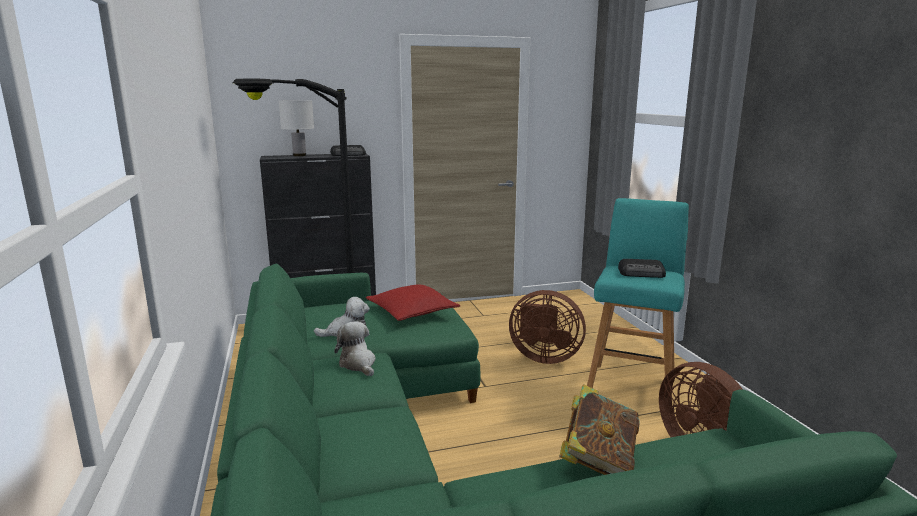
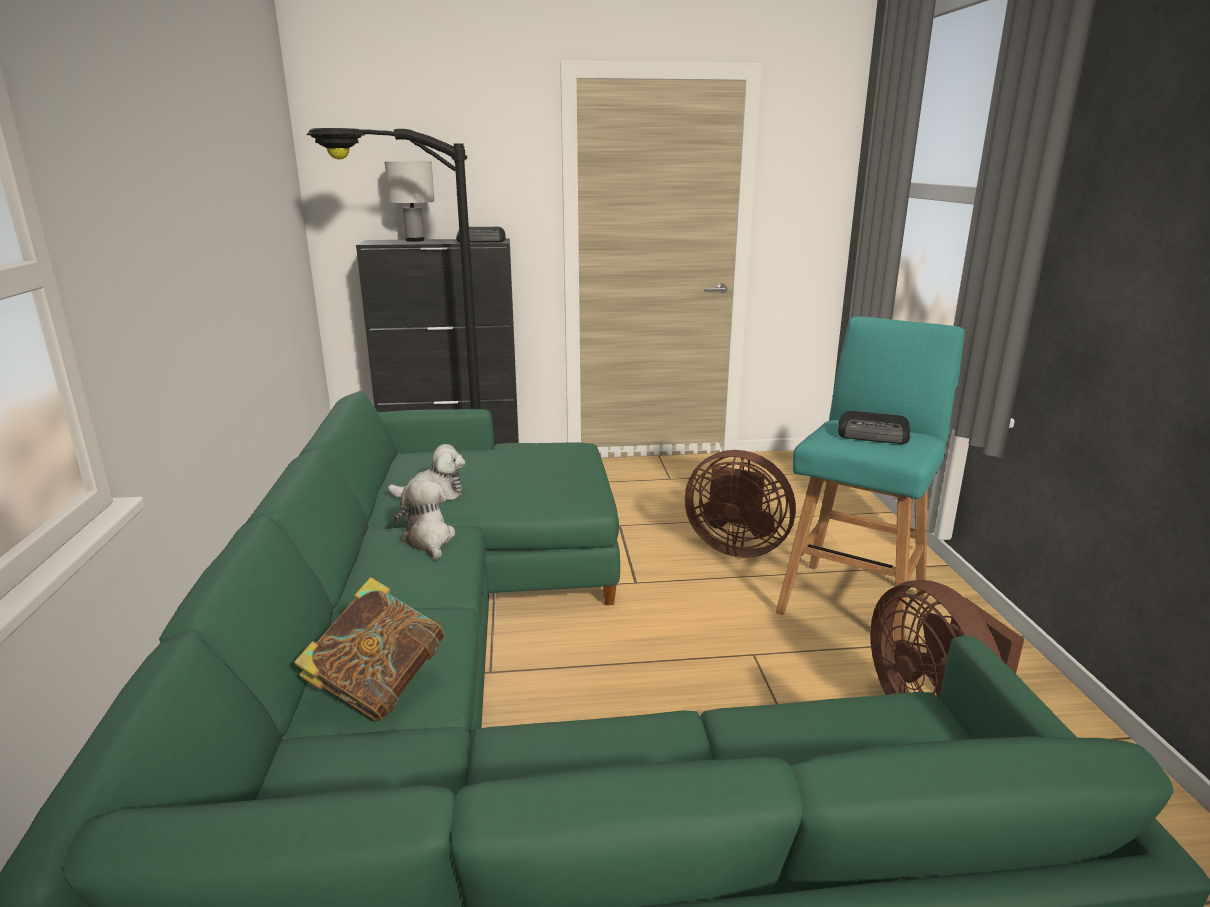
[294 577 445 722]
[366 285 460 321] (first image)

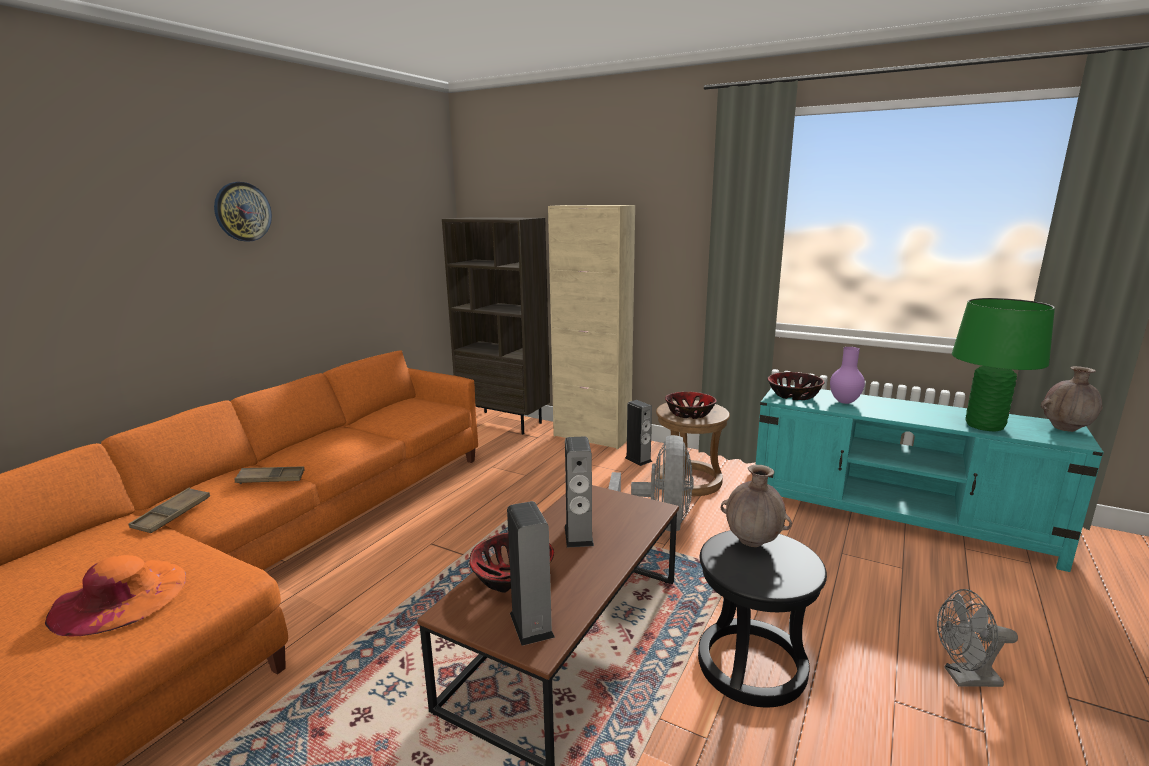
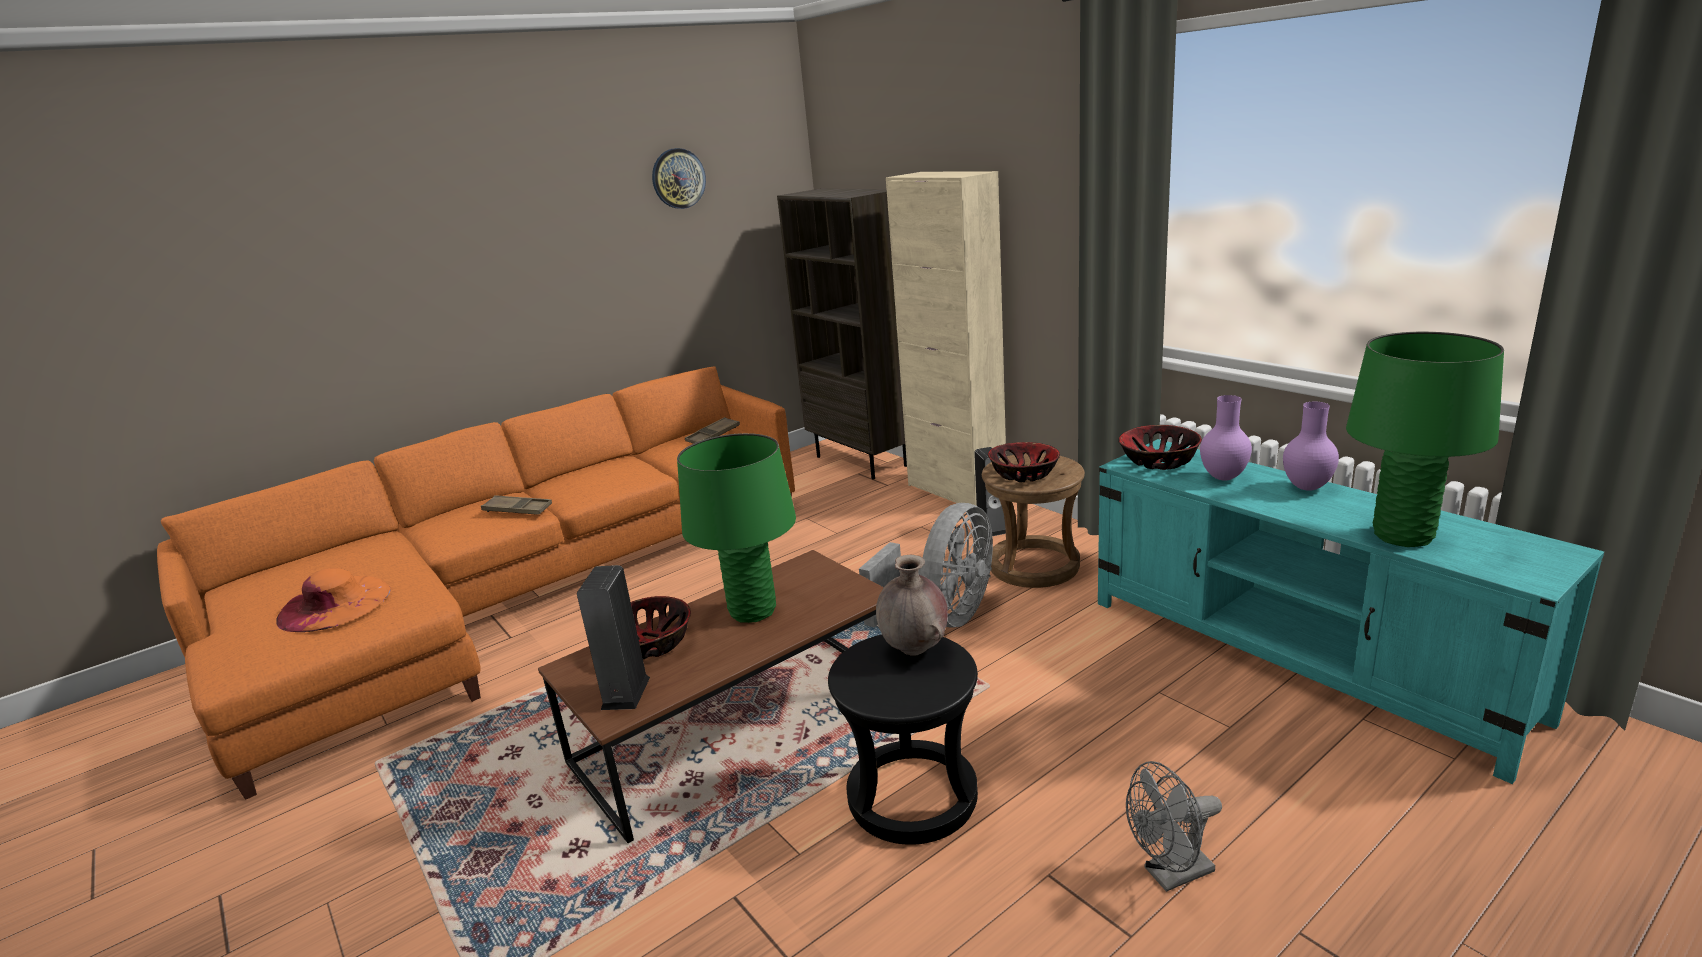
[652 148 706 209]
[677 433 796 623]
[685 417 740 444]
[1126 761 1222 892]
[1283 402 1339 491]
[1041 366 1102 432] (first image)

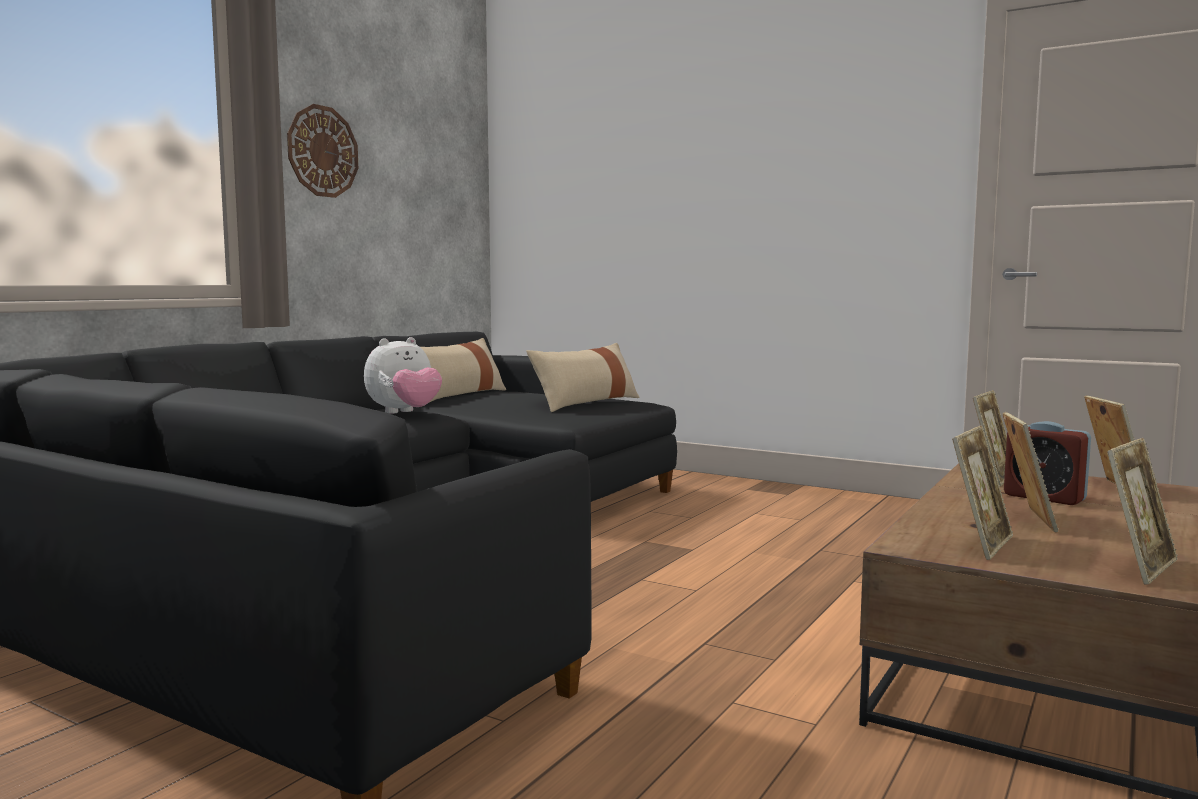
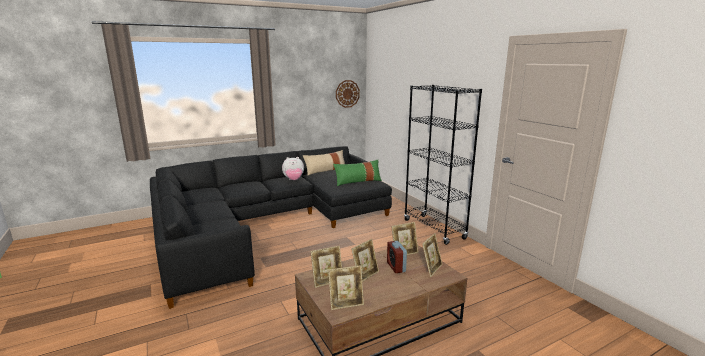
[333 160 382 186]
[336 80 360 108]
[404 85 482 245]

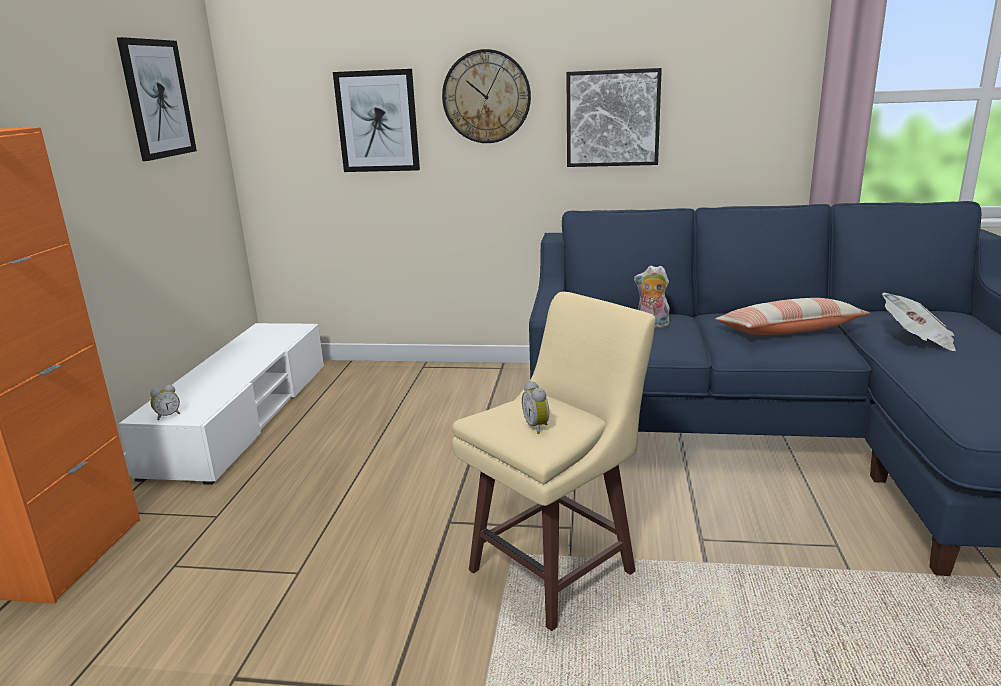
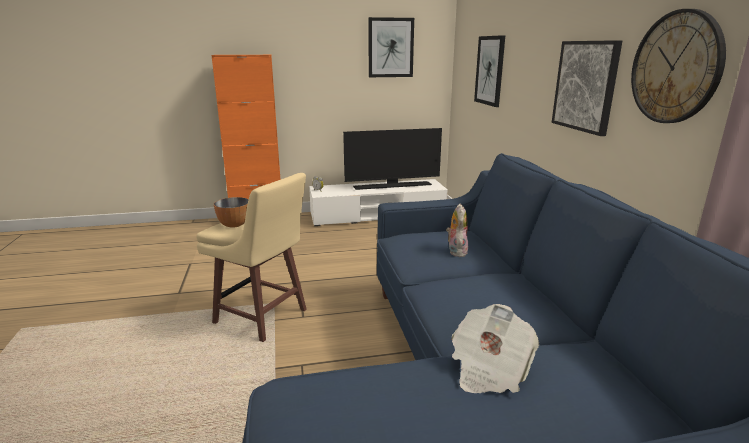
[214 197 249 228]
[343 128 442 190]
[631 9 726 123]
[715 298 870 335] (first image)

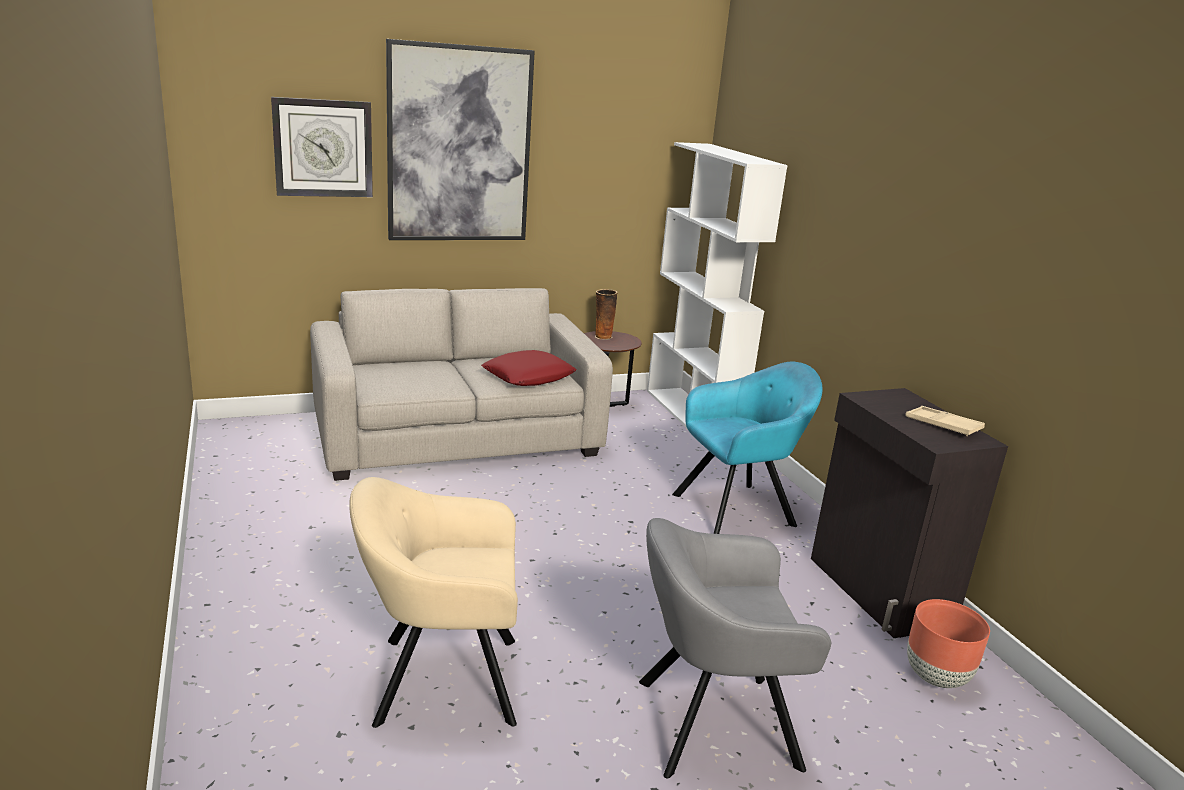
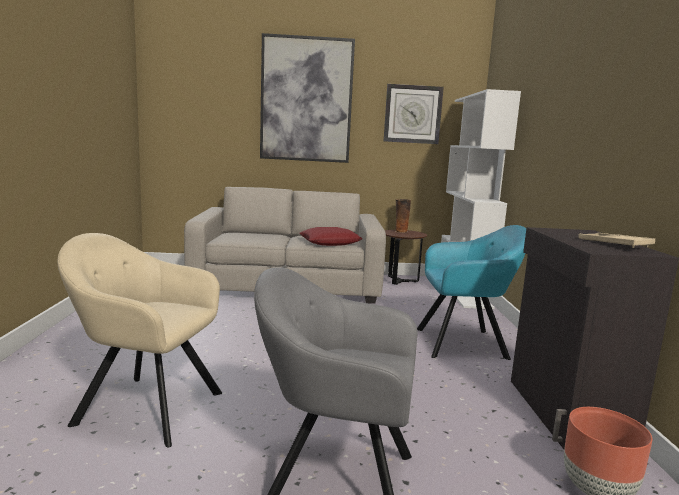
[384 84 444 144]

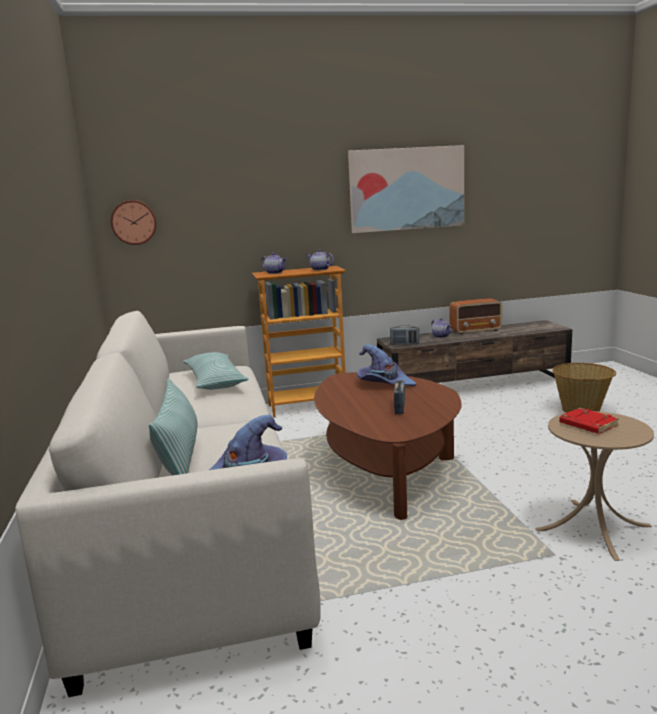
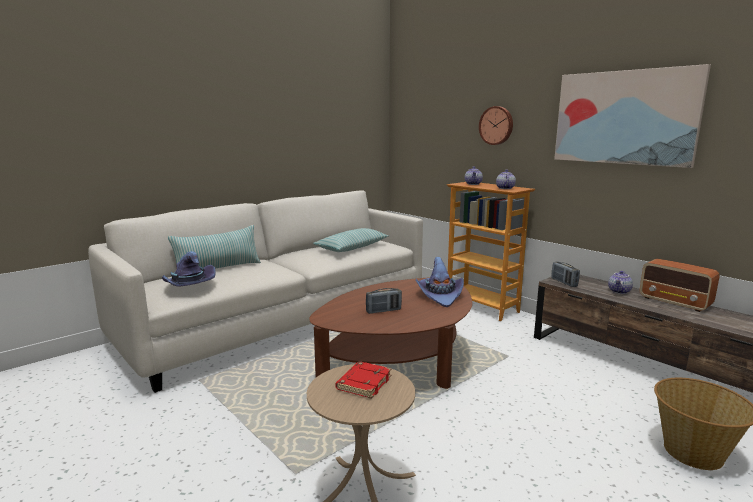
[479 106 513 145]

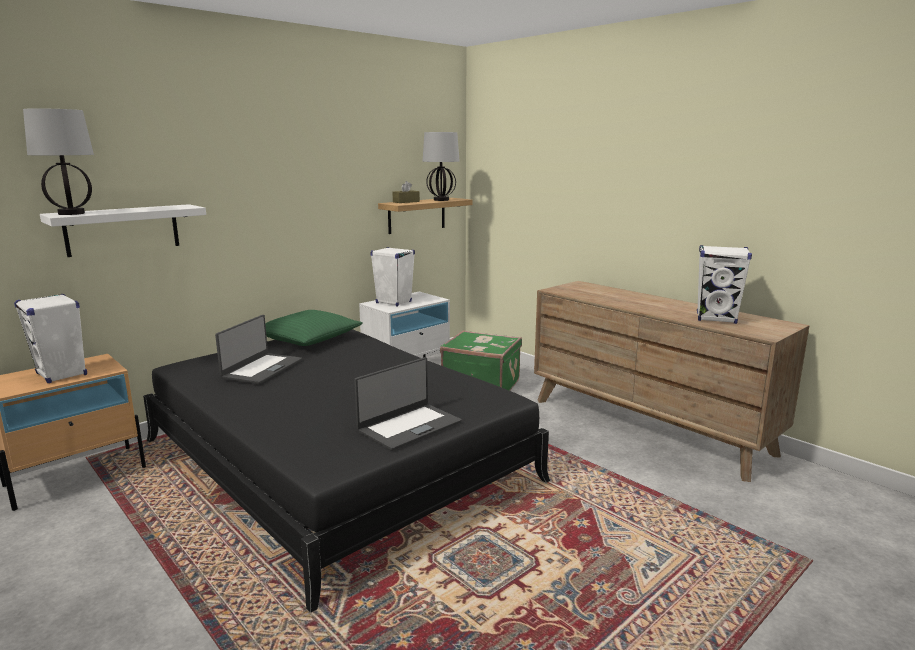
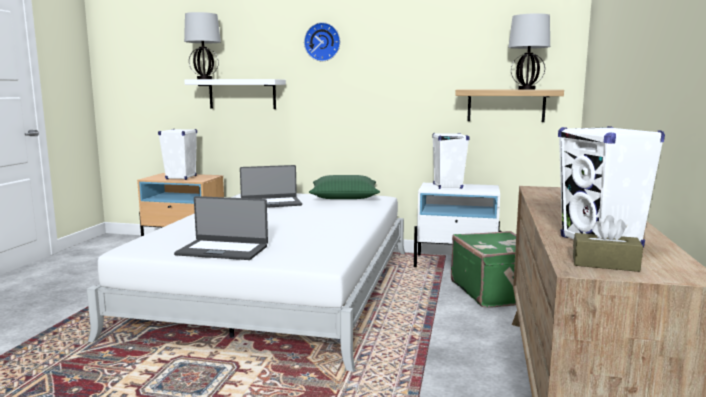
[87 193 405 371]
[304 22 340 61]
[573 215 643 272]

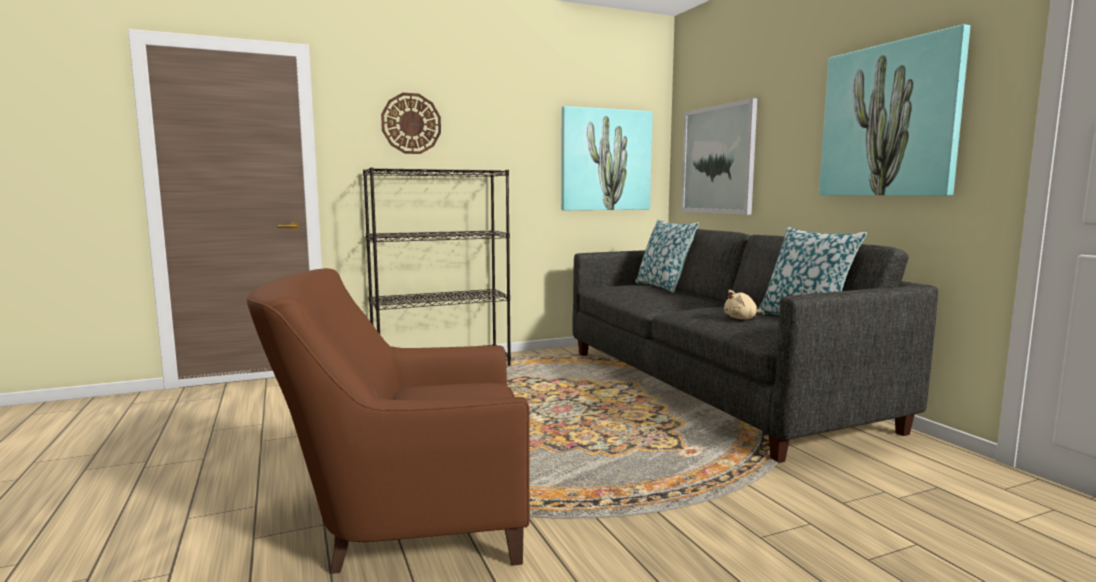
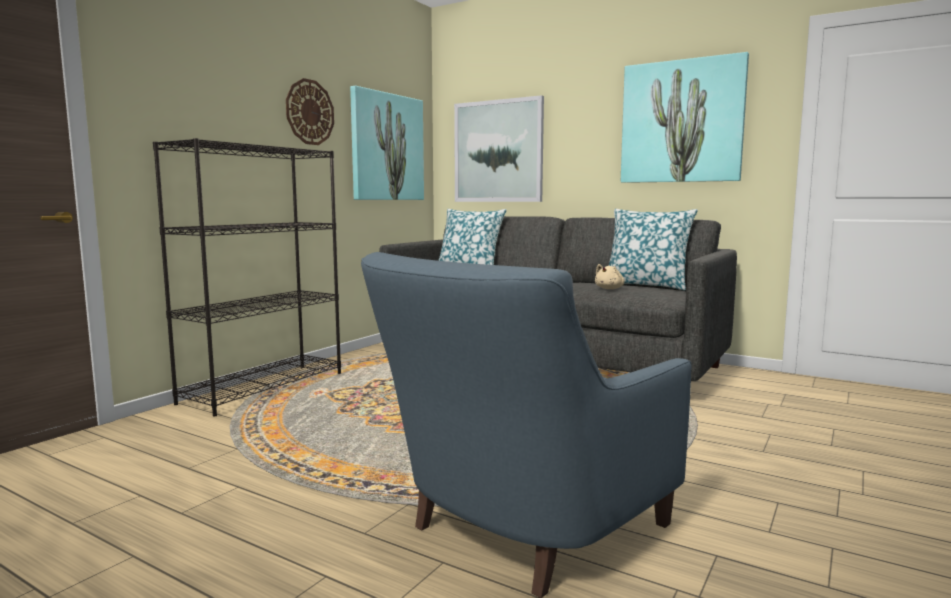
[286 78 334 145]
[361 252 692 598]

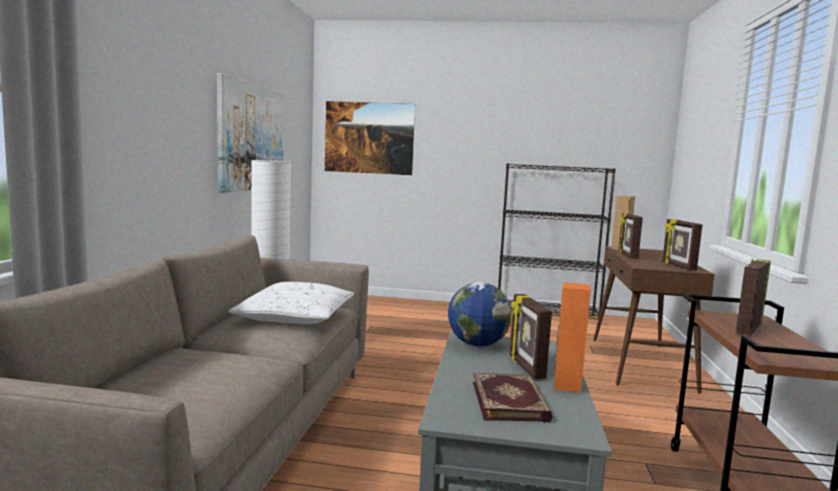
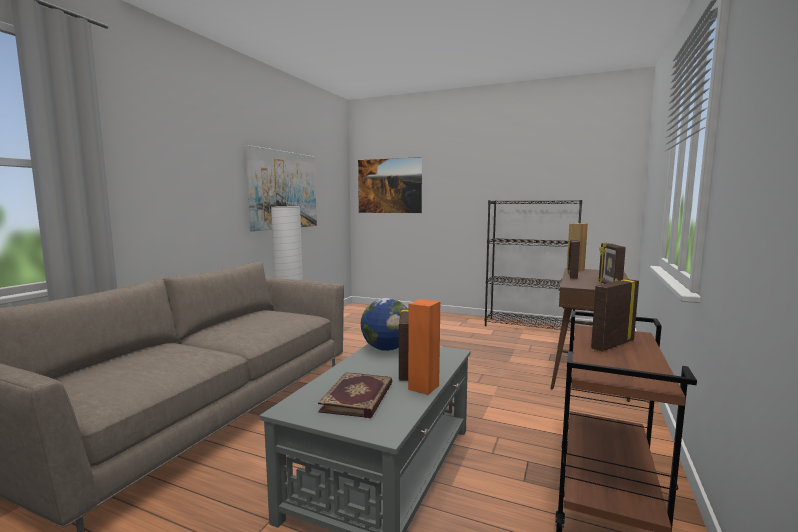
[229 282 354 324] (first image)

